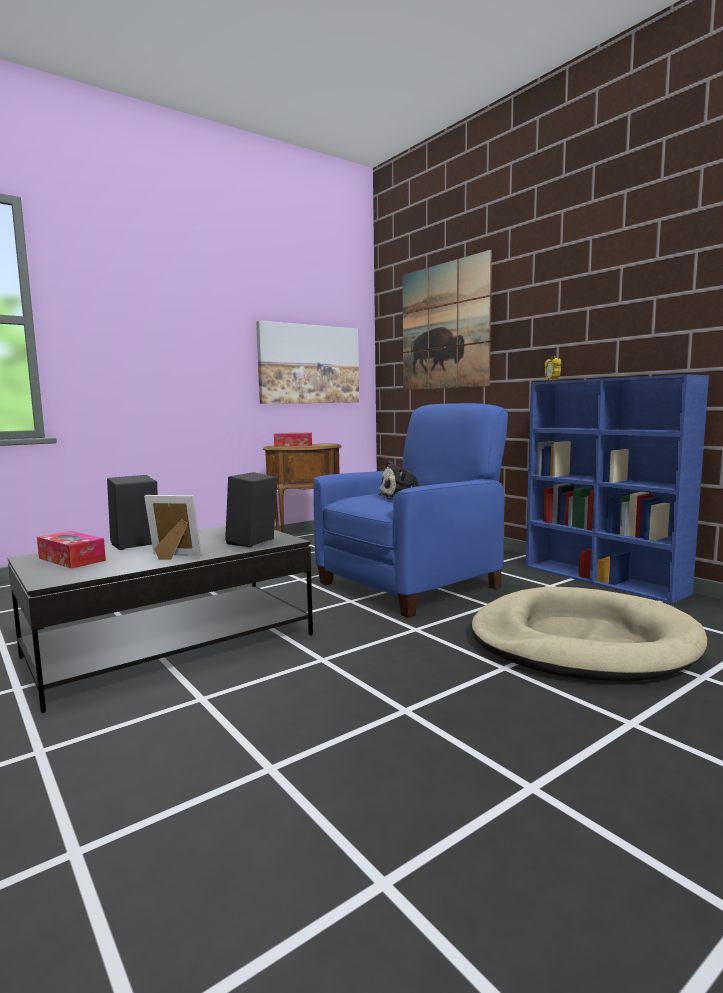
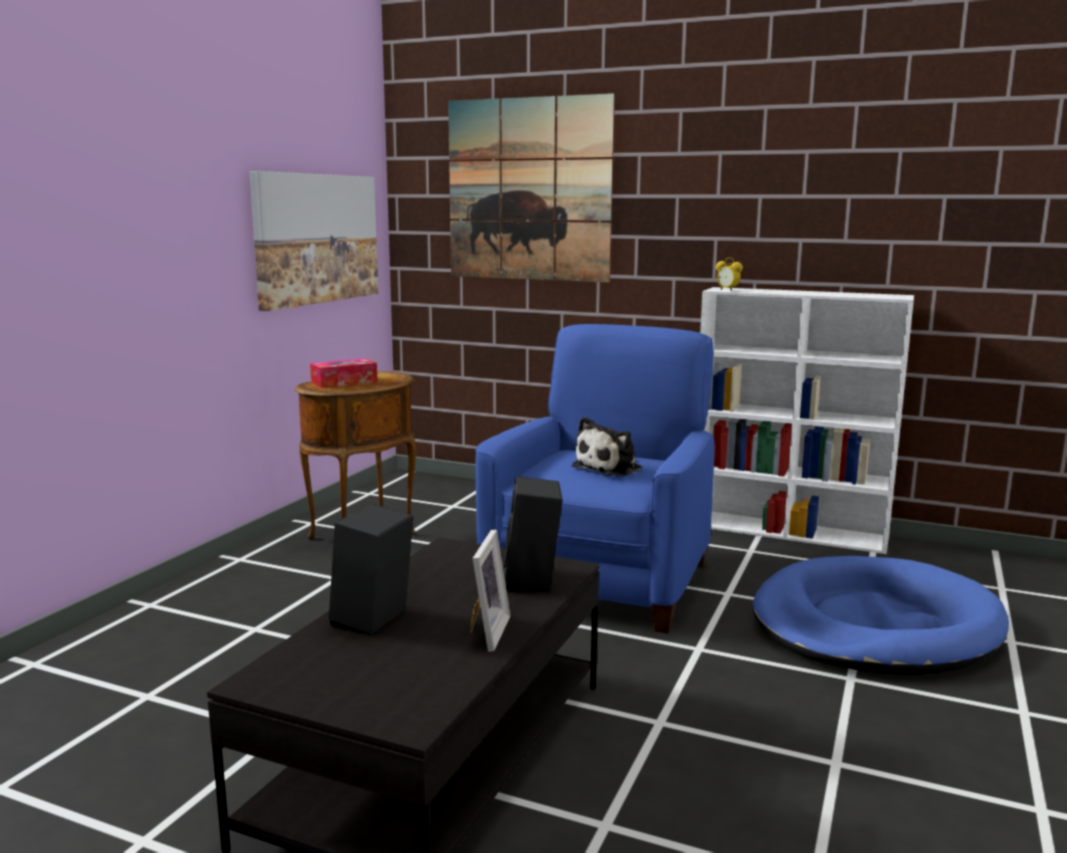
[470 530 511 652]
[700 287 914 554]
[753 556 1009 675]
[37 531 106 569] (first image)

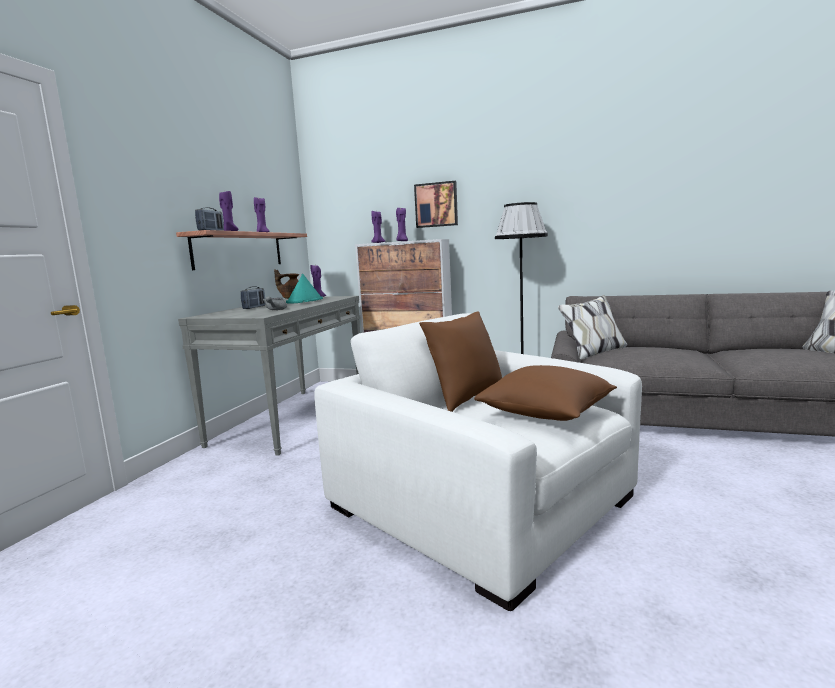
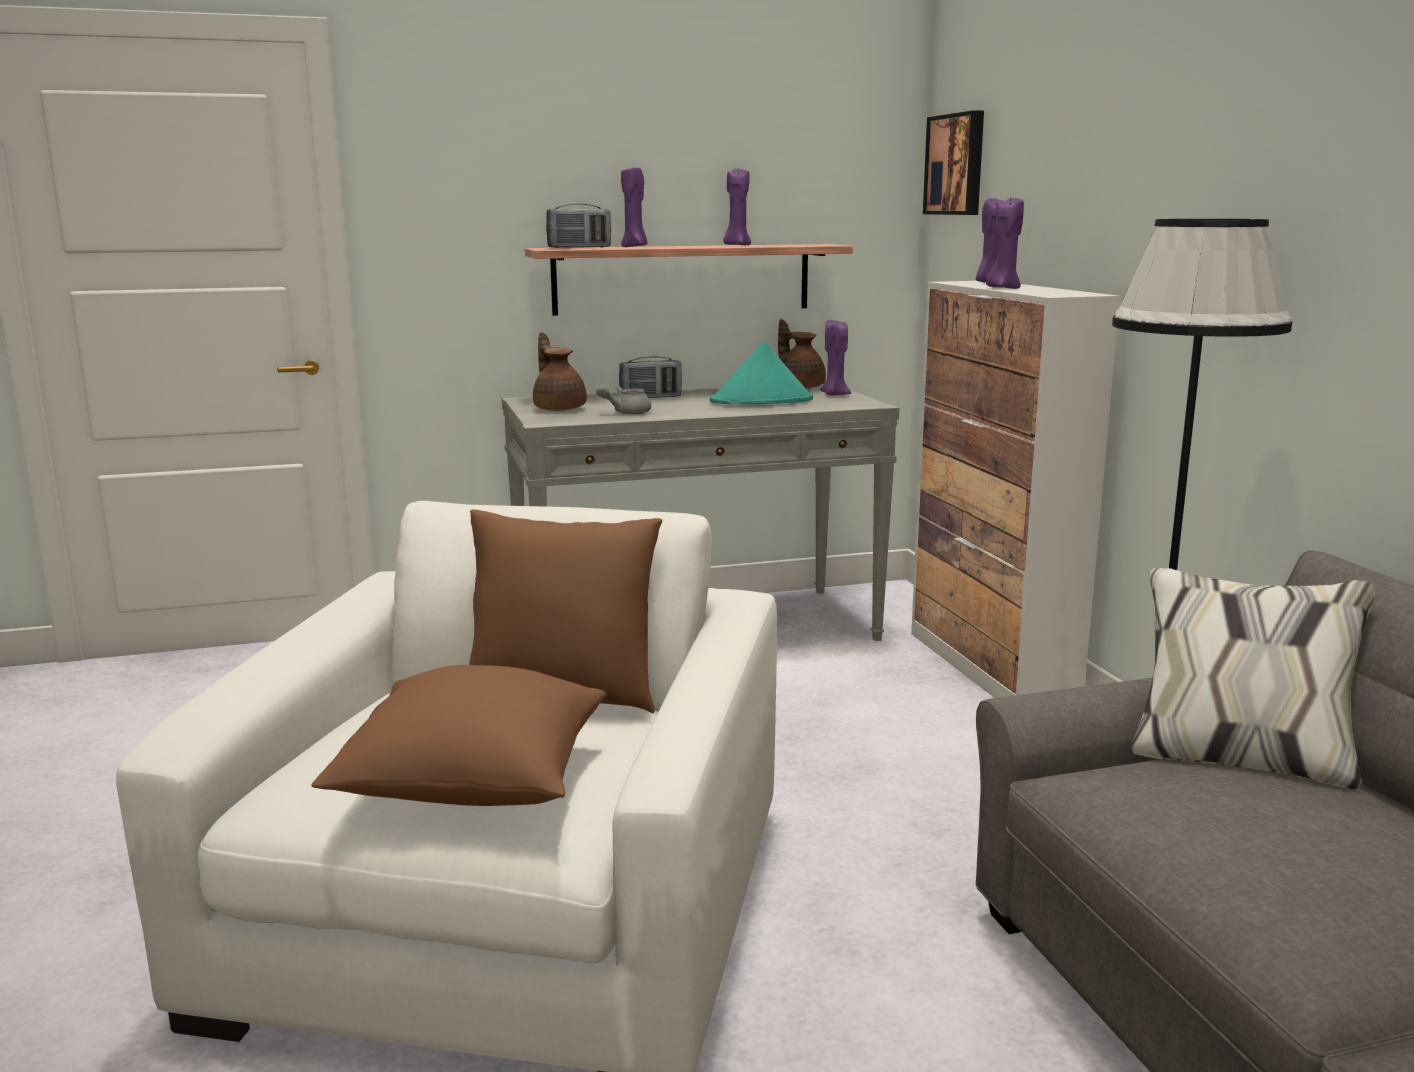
[533 332 587 411]
[923 110 984 215]

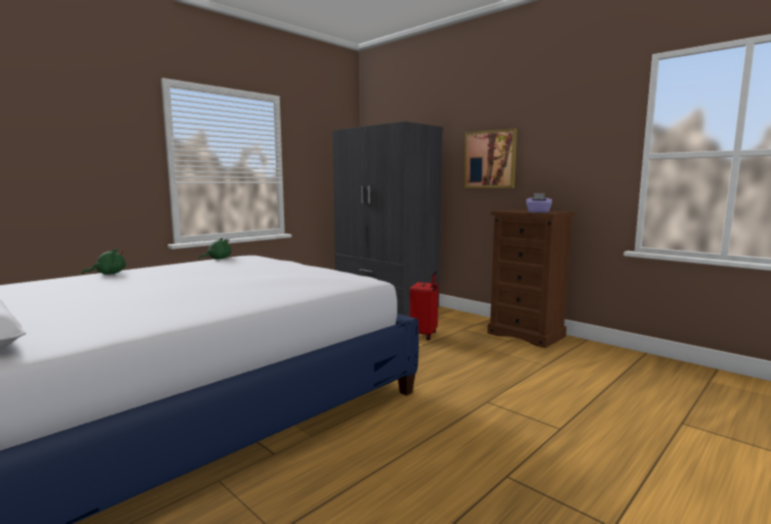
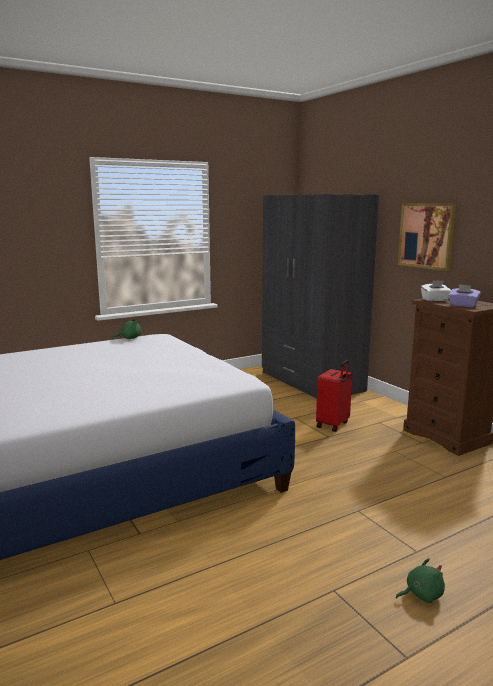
[396 558 445 603]
[421 280 451 301]

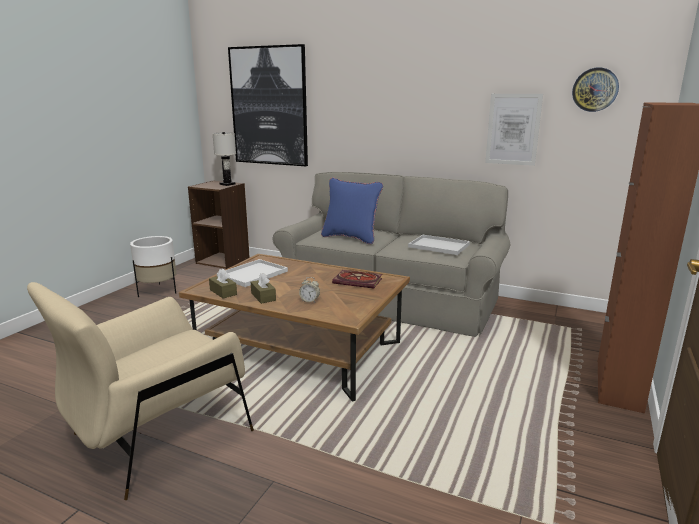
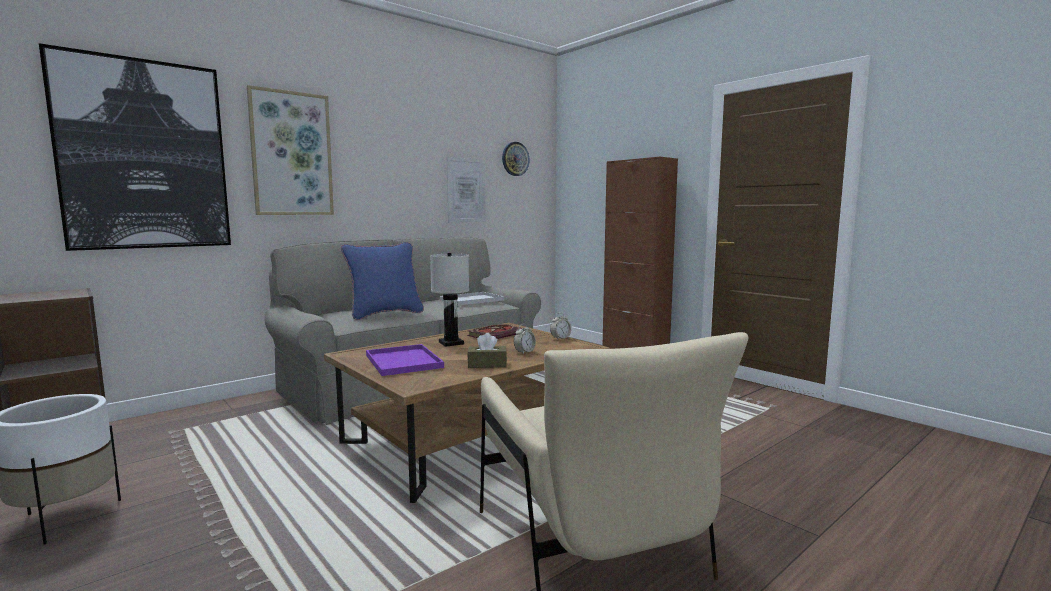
[247 85 334 215]
[366 344 444 376]
[430 253 469 347]
[550 313 571 340]
[209 269 237 298] (first image)

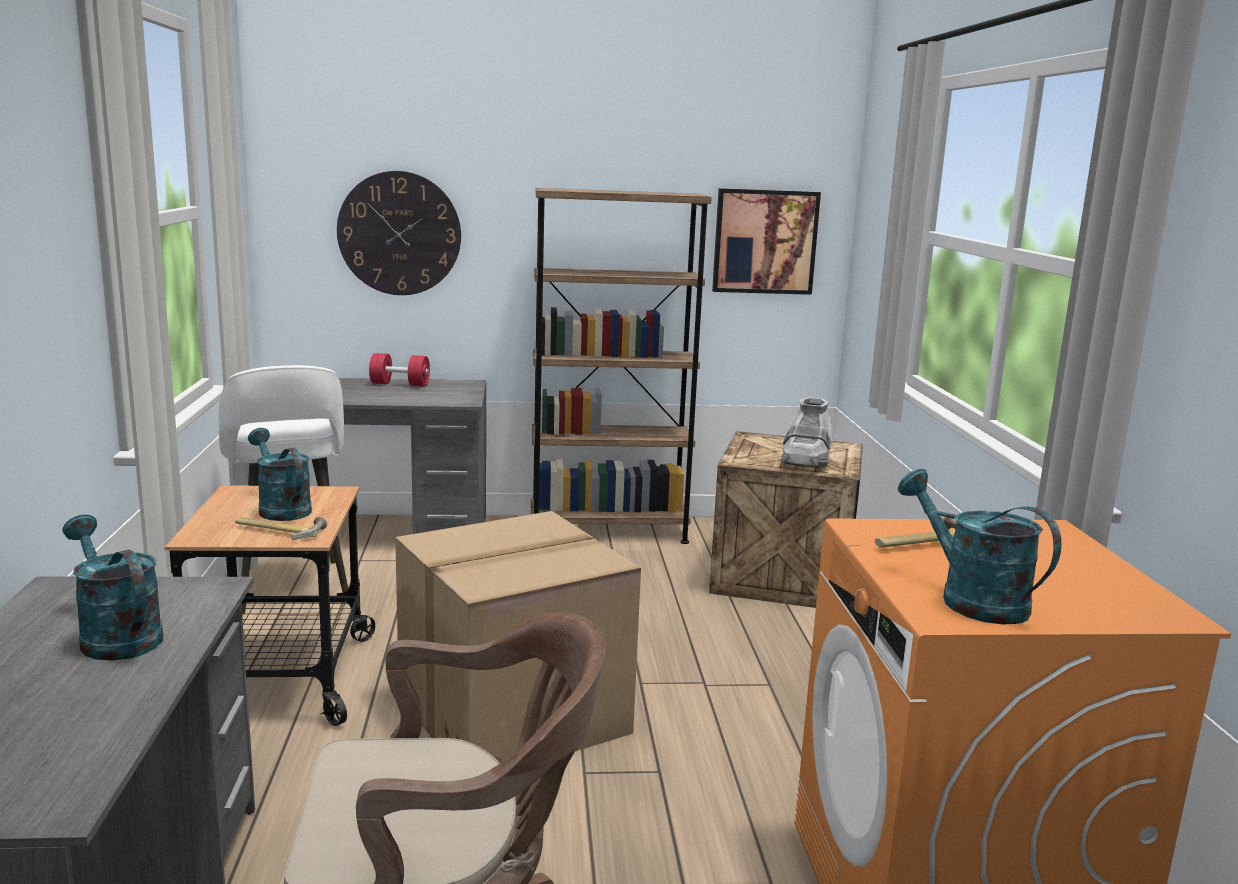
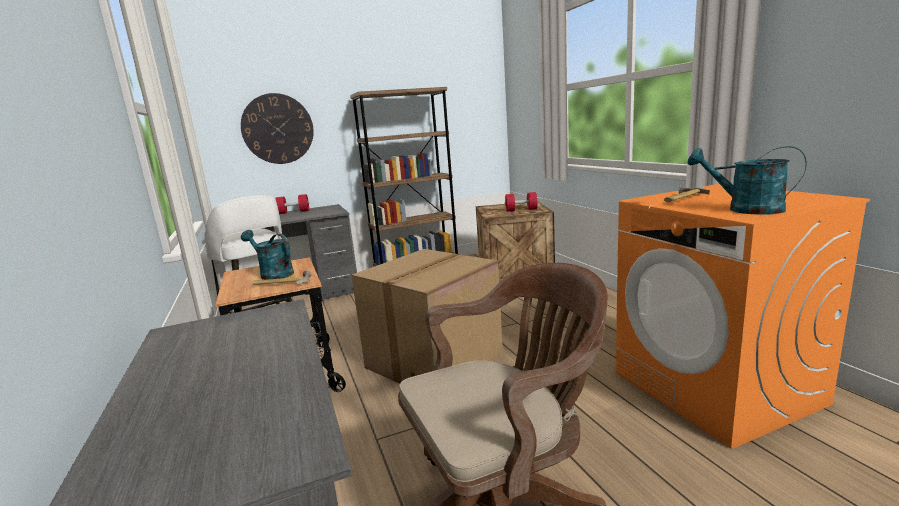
[505 192 538 212]
[62 514 163 661] (first image)
[712 188 821 295] (first image)

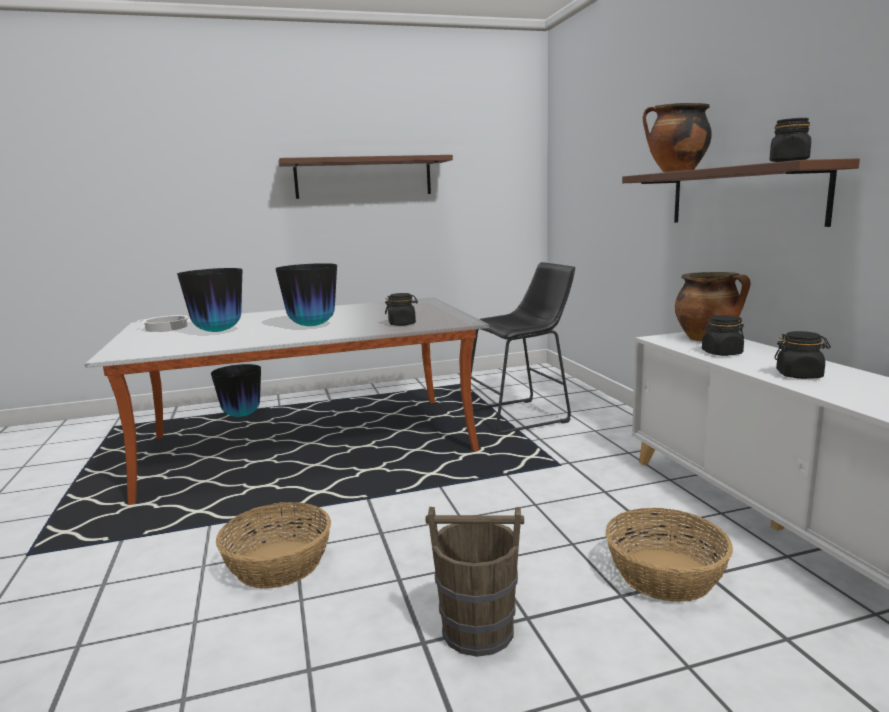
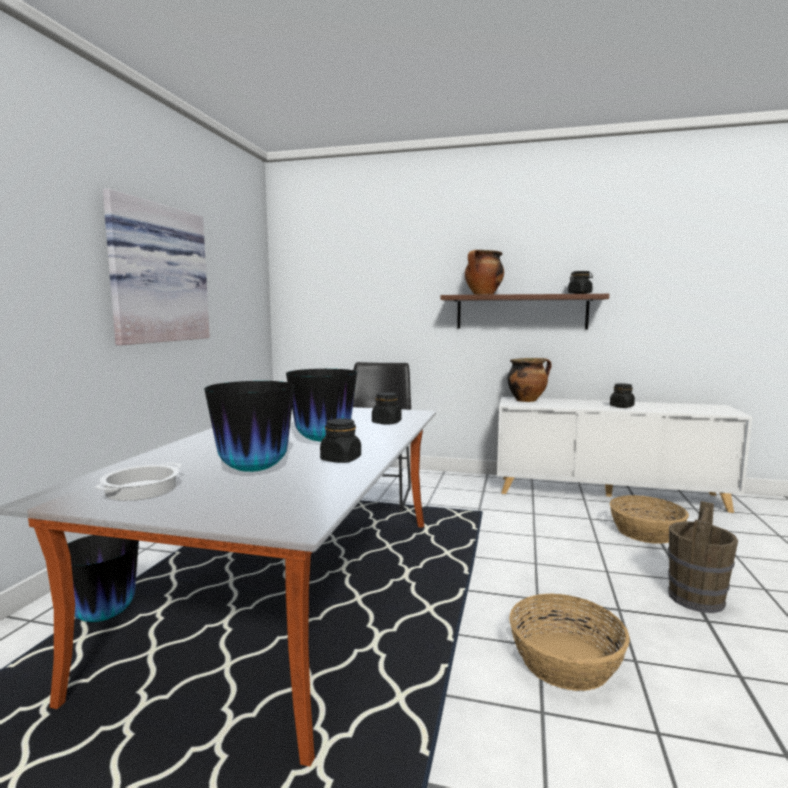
[103 189 210 345]
[320 418 361 463]

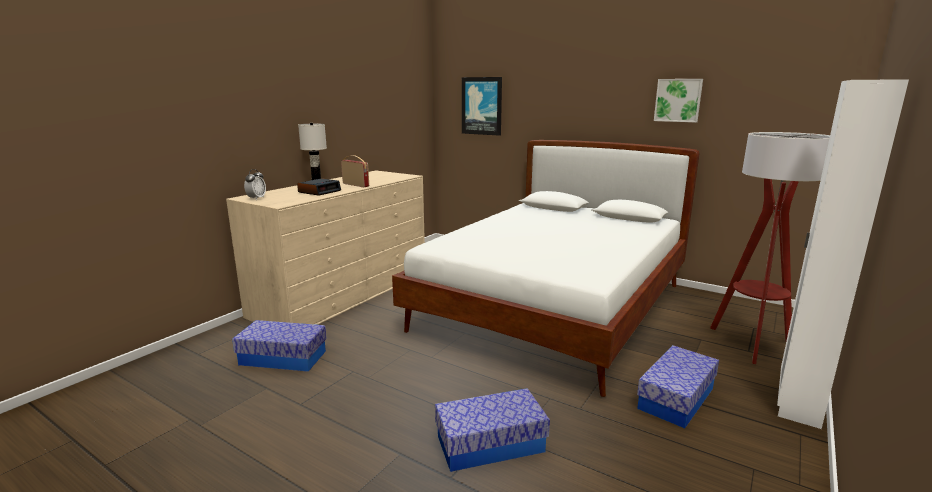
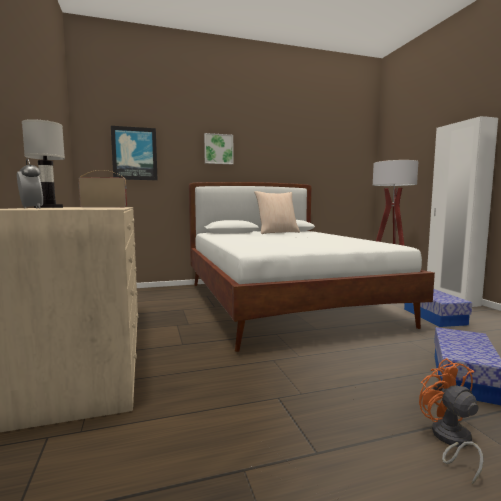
[204 133 234 164]
[254 191 300 234]
[419 358 484 485]
[232 320 327 372] (first image)
[297 178 341 196] (first image)

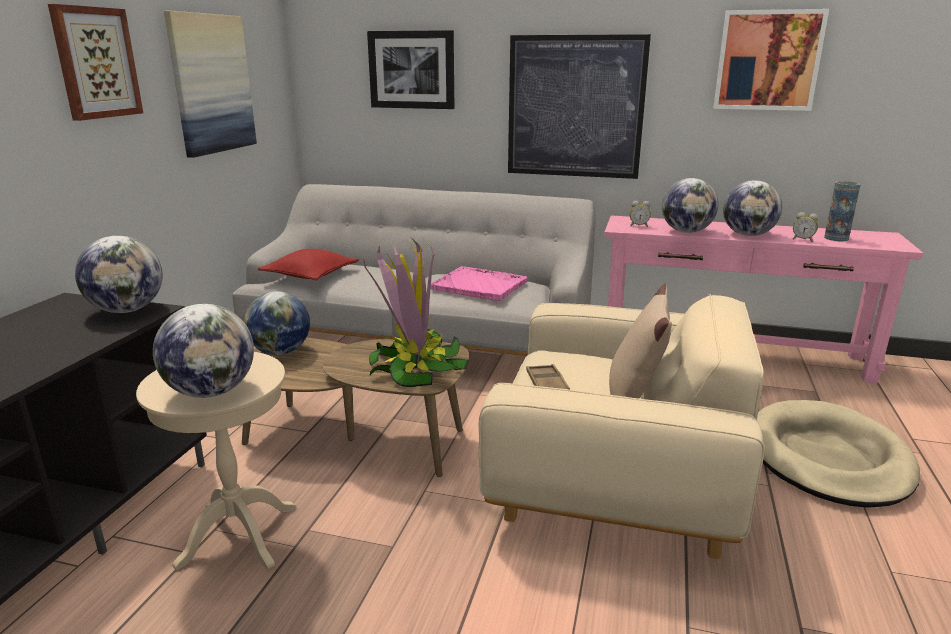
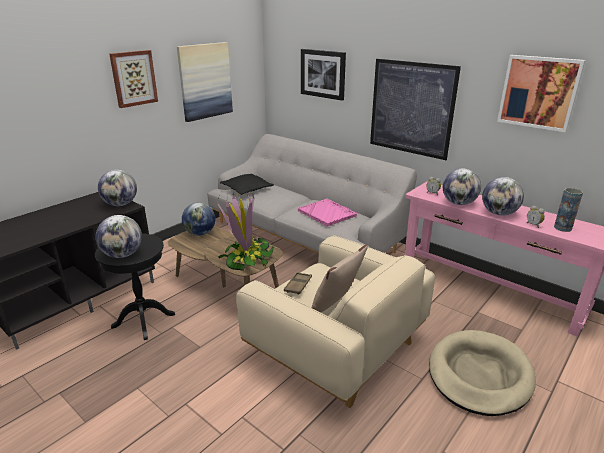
[95 233 175 340]
[220 174 274 195]

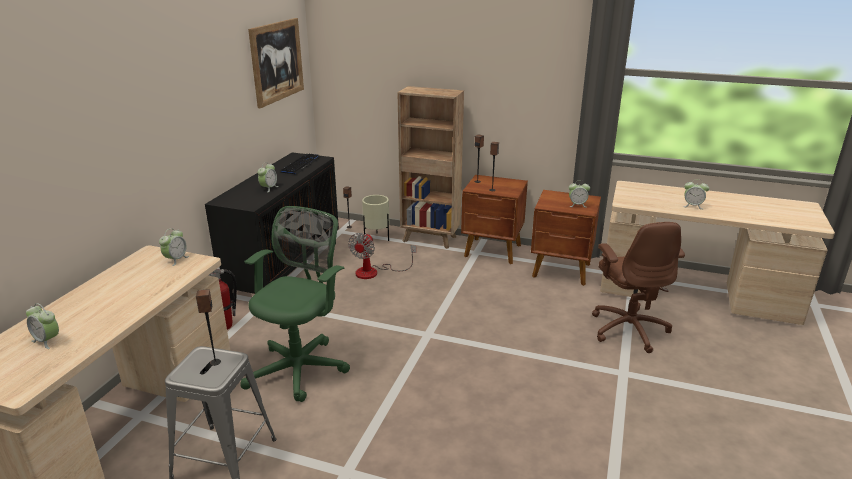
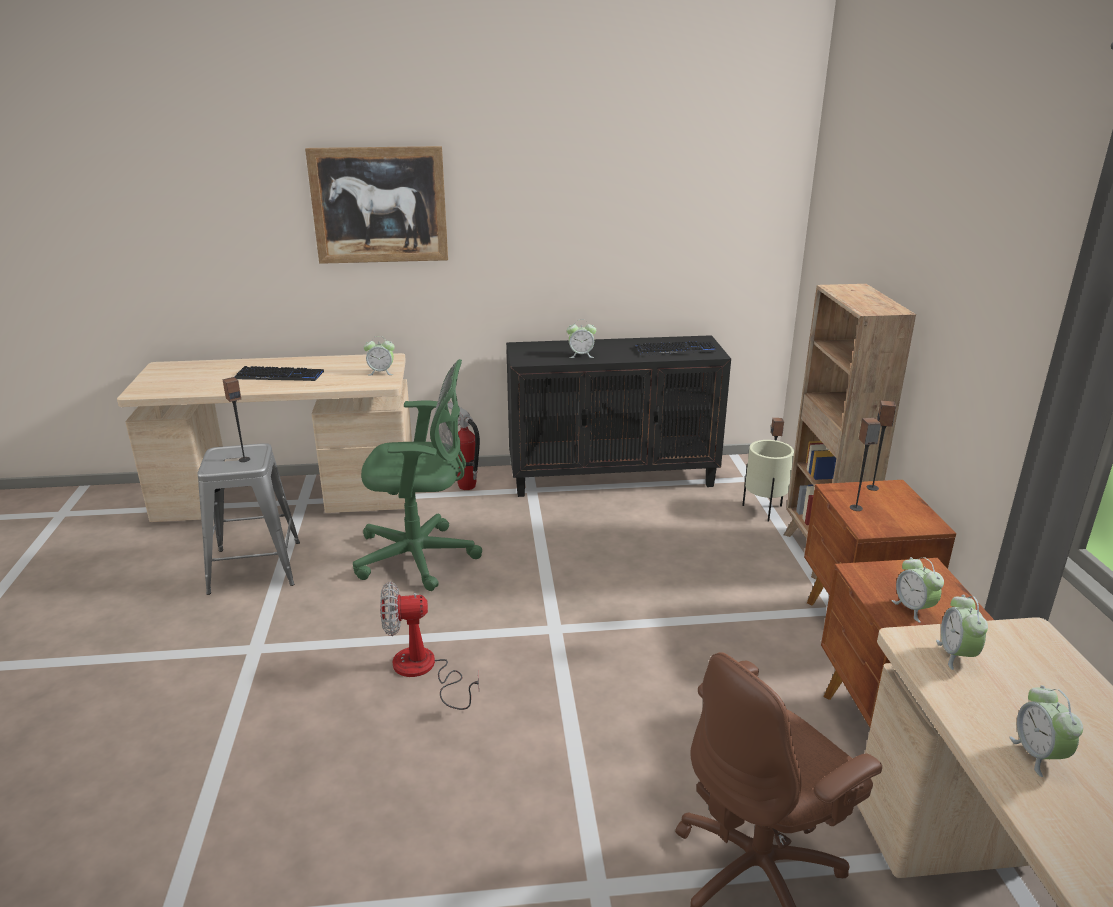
[235 366 324 381]
[305 146 448 264]
[380 582 479 710]
[936 595 988 670]

